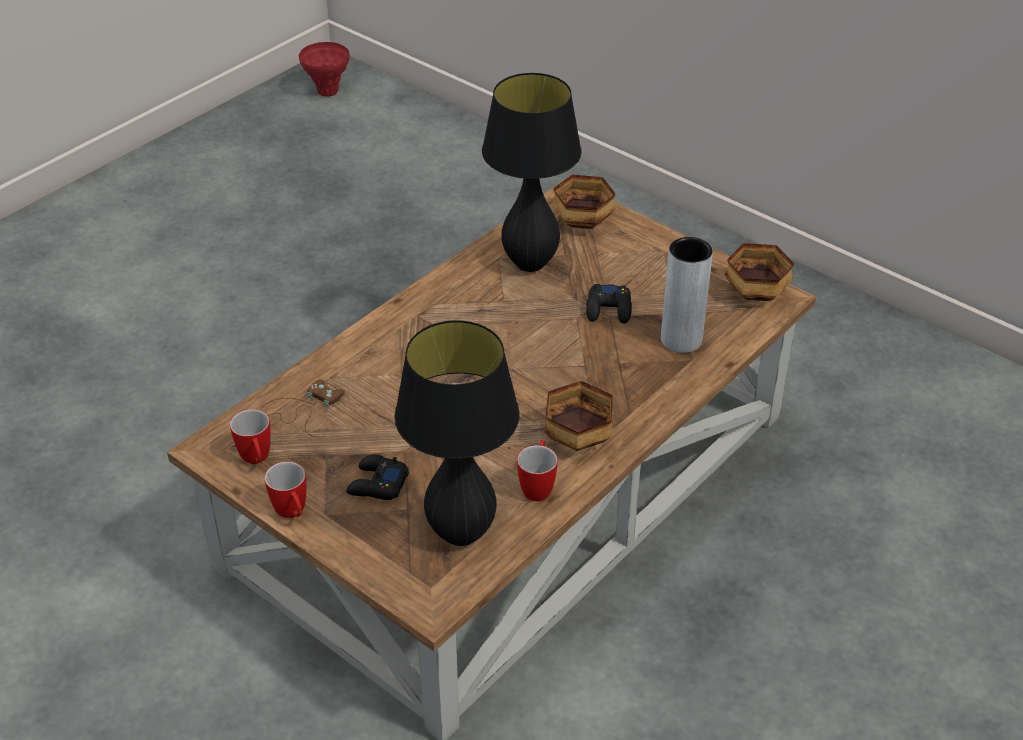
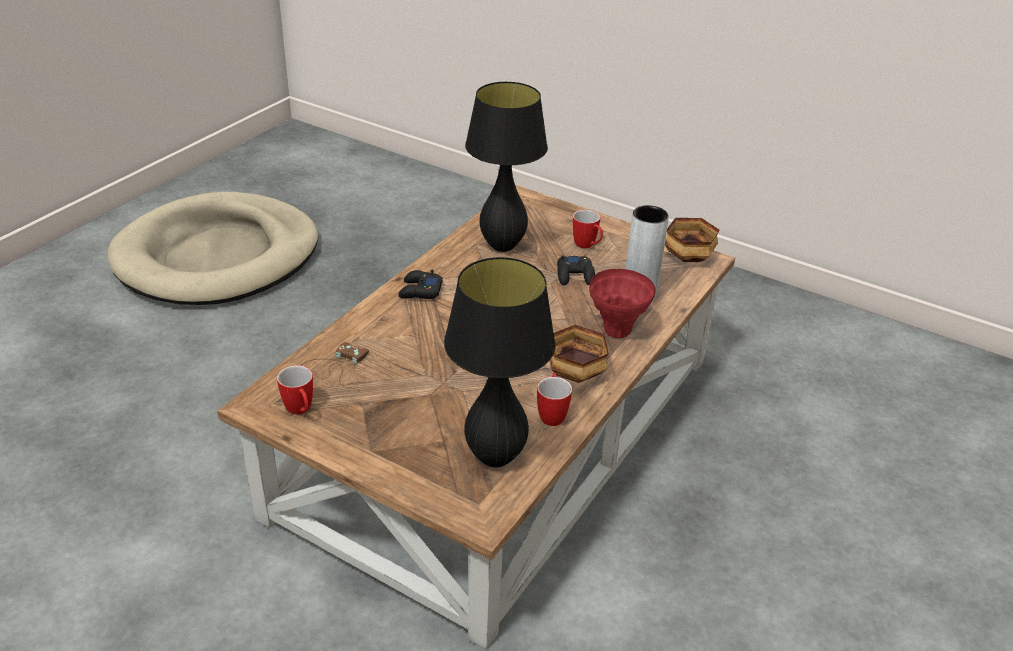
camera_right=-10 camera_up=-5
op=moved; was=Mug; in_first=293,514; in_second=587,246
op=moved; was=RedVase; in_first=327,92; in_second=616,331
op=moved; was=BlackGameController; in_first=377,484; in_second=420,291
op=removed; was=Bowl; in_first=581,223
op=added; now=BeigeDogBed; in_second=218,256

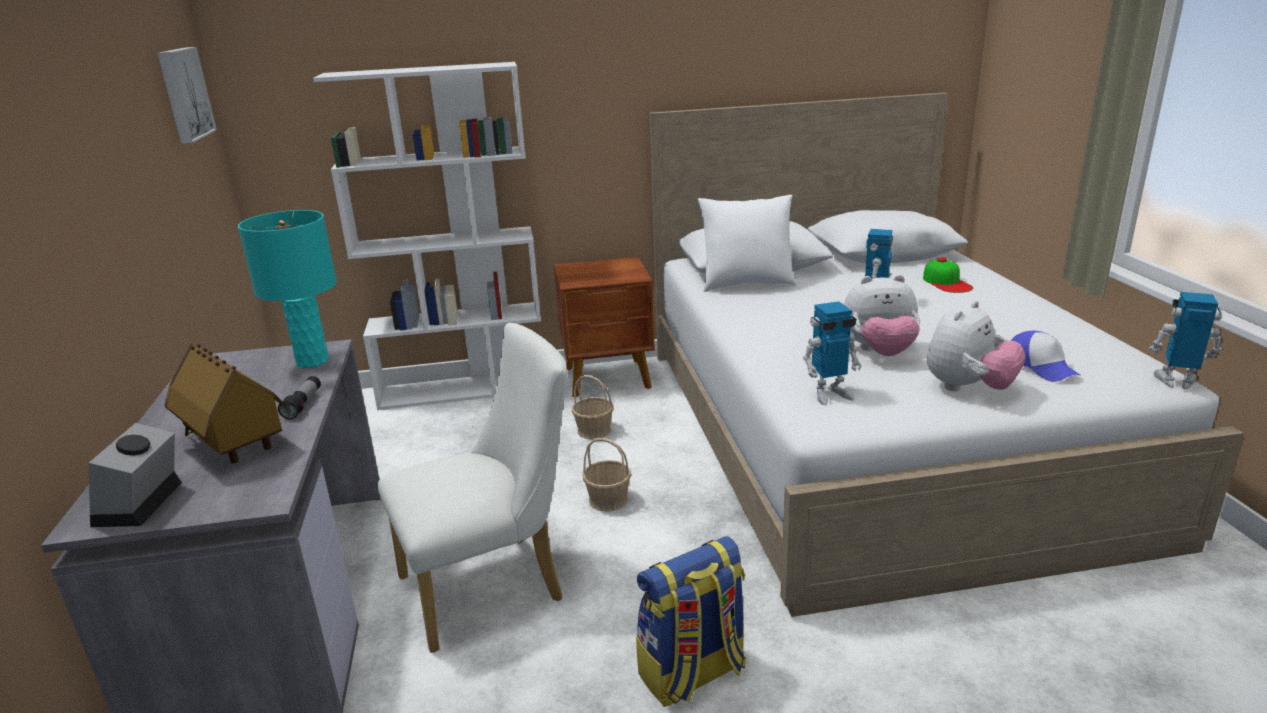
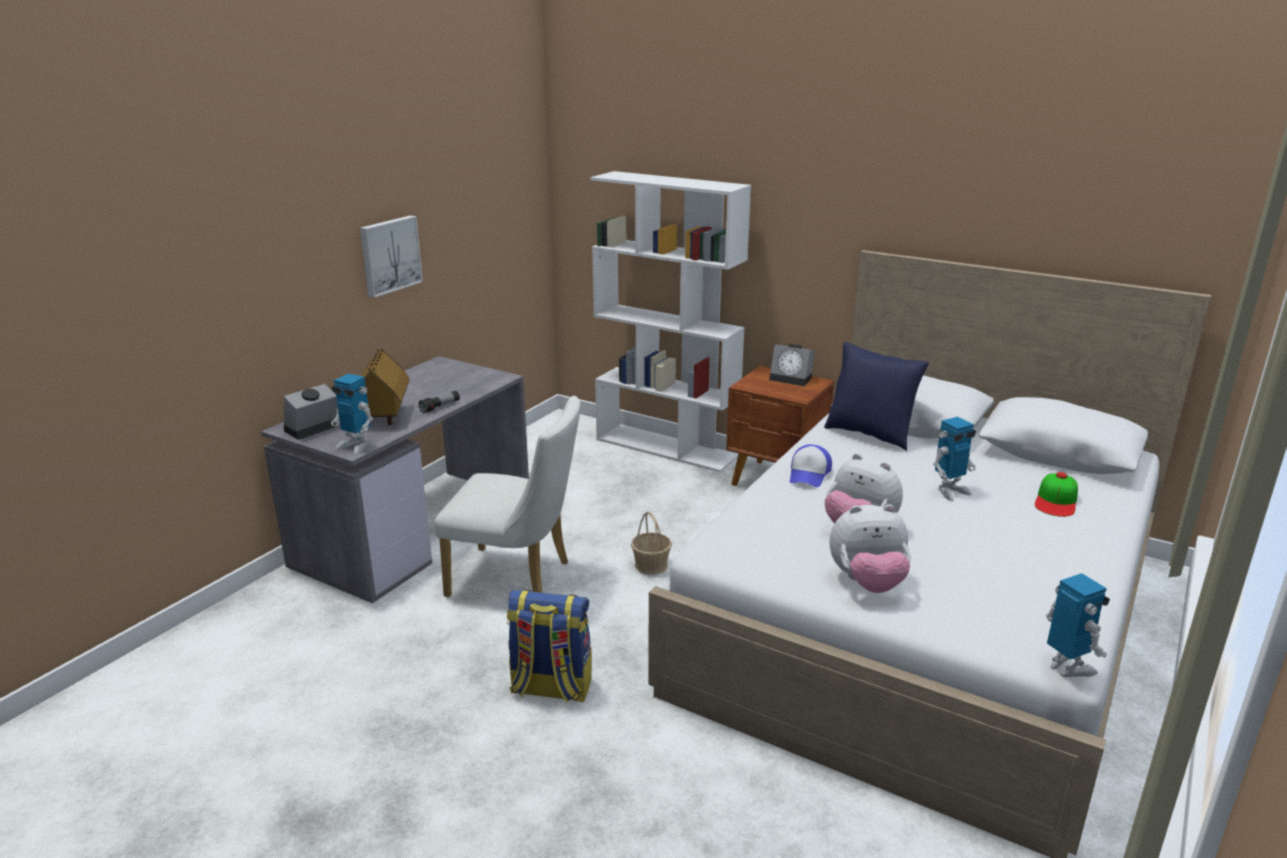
camera_right=40 camera_up=0
op=moved; was=Picture; in_first=183,94; in_second=389,255
op=removed; was=TurquoiseTableLamp; in_first=312,361
op=removed; was=Basket; in_first=594,431
op=recoloured; was=WhitePillow; now=BluePillow; in_first=746,284; in_second=870,434
op=moved; was=ToyRobot; in_first=830,394; in_second=355,446
op=moved; was=Cap; in_first=1040,366; in_second=809,474
op=added; now=AlarmClock; in_second=792,378

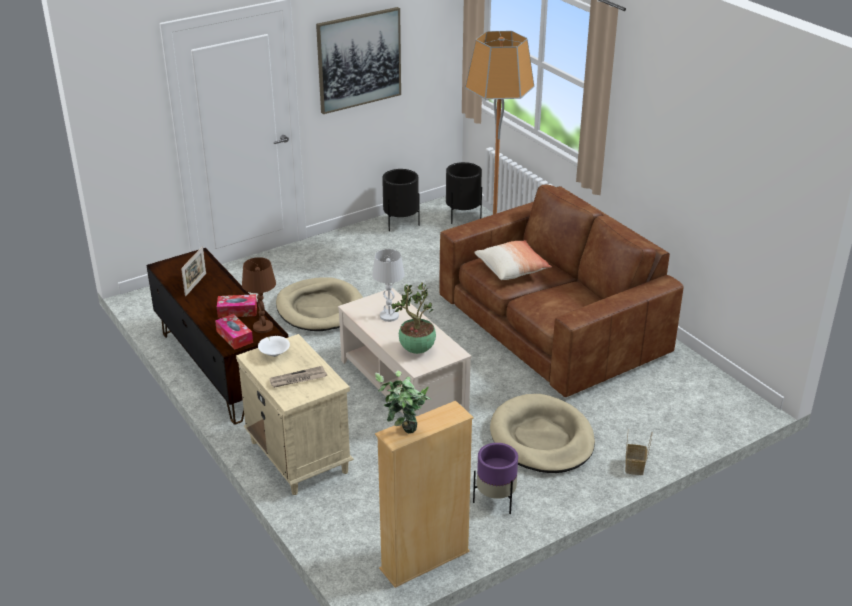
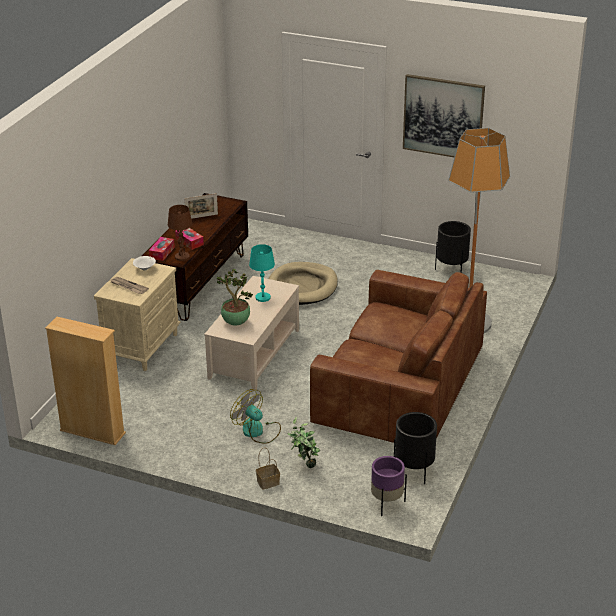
camera_right=55 camera_up=0
op=recoloured; was=WhiteTableLamp; now=TurquoiseTableLamp; in_first=389,316; in_second=263,297
op=moved; was=PottedPlant; in_first=403,435; in_second=304,465
op=moved; was=BlackPlanter; in_first=463,217; in_second=414,471
op=moved; was=PurplePlanter; in_first=495,500; in_second=386,503
op=removed; was=Pillow; in_first=512,269
op=replaced; was=BeigeDogBed; now=Fan; in_first=542,438; in_second=257,431

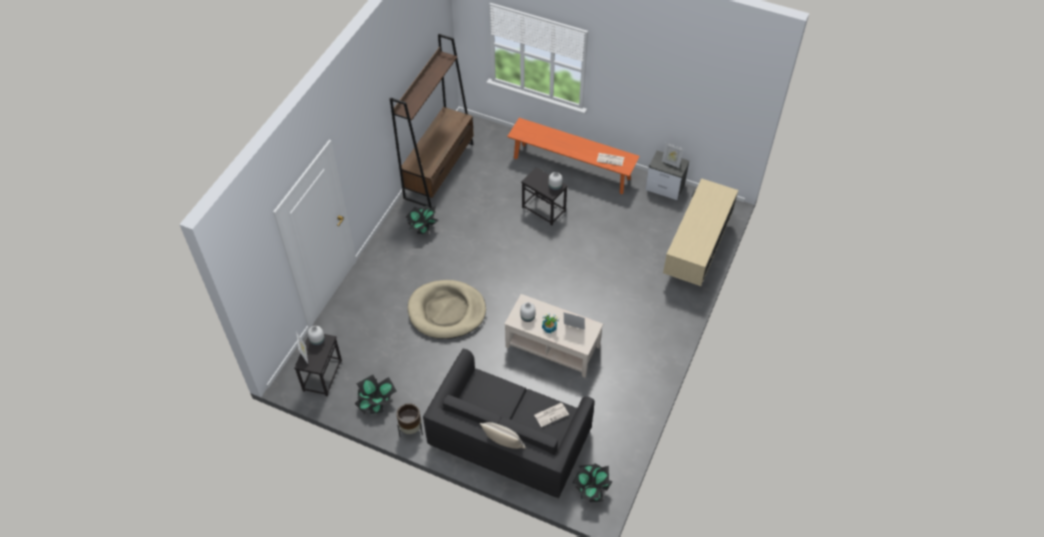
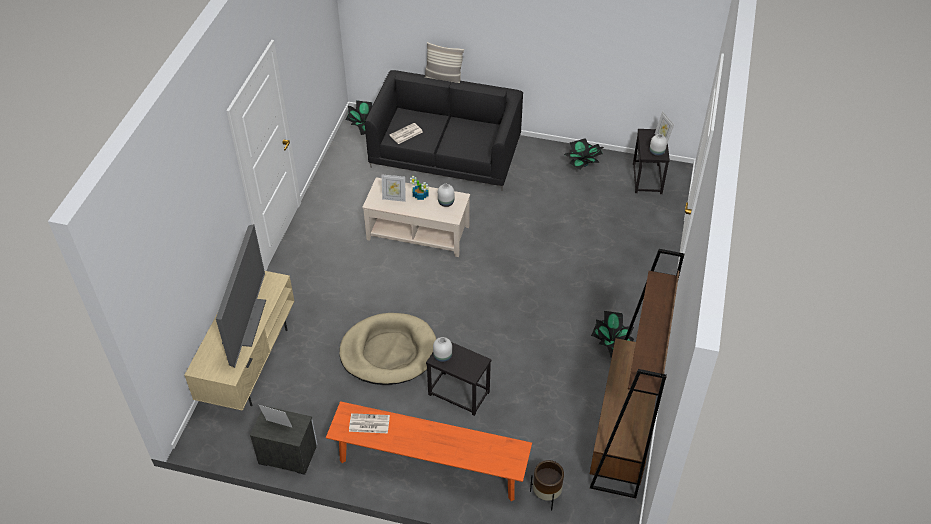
camera_right=170 camera_up=-5
op=moved; was=BrownPlanter; in_first=410,430; in_second=546,495
op=moved; was=BeigeDogBed; in_first=447,311; in_second=388,352
op=added; now=Television; in_second=245,321

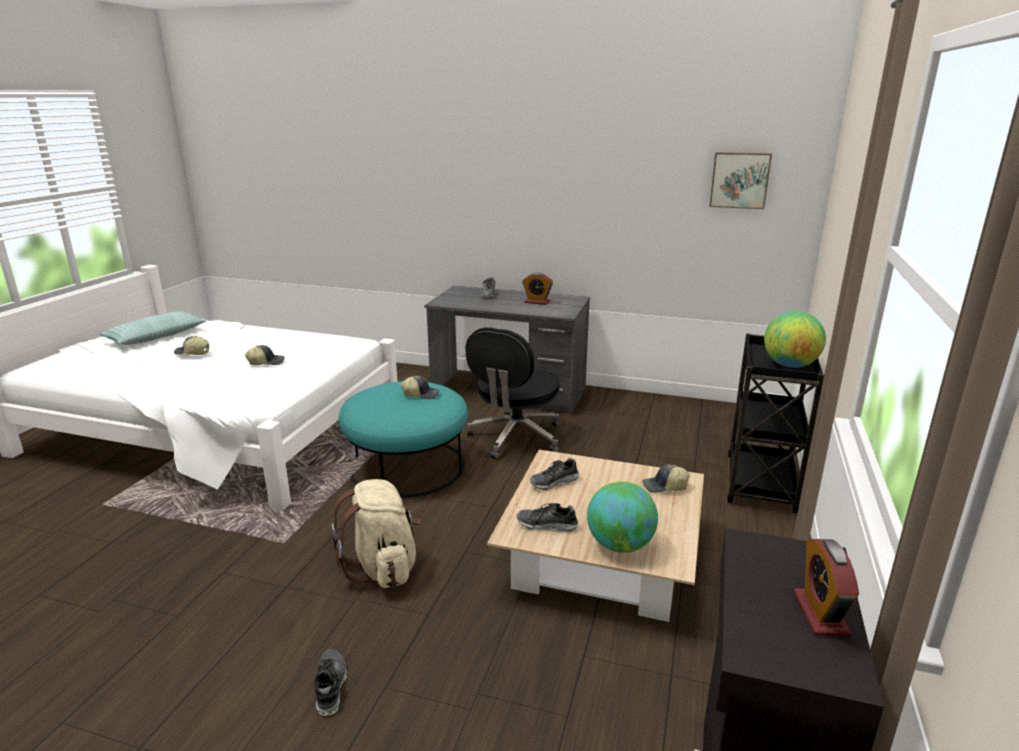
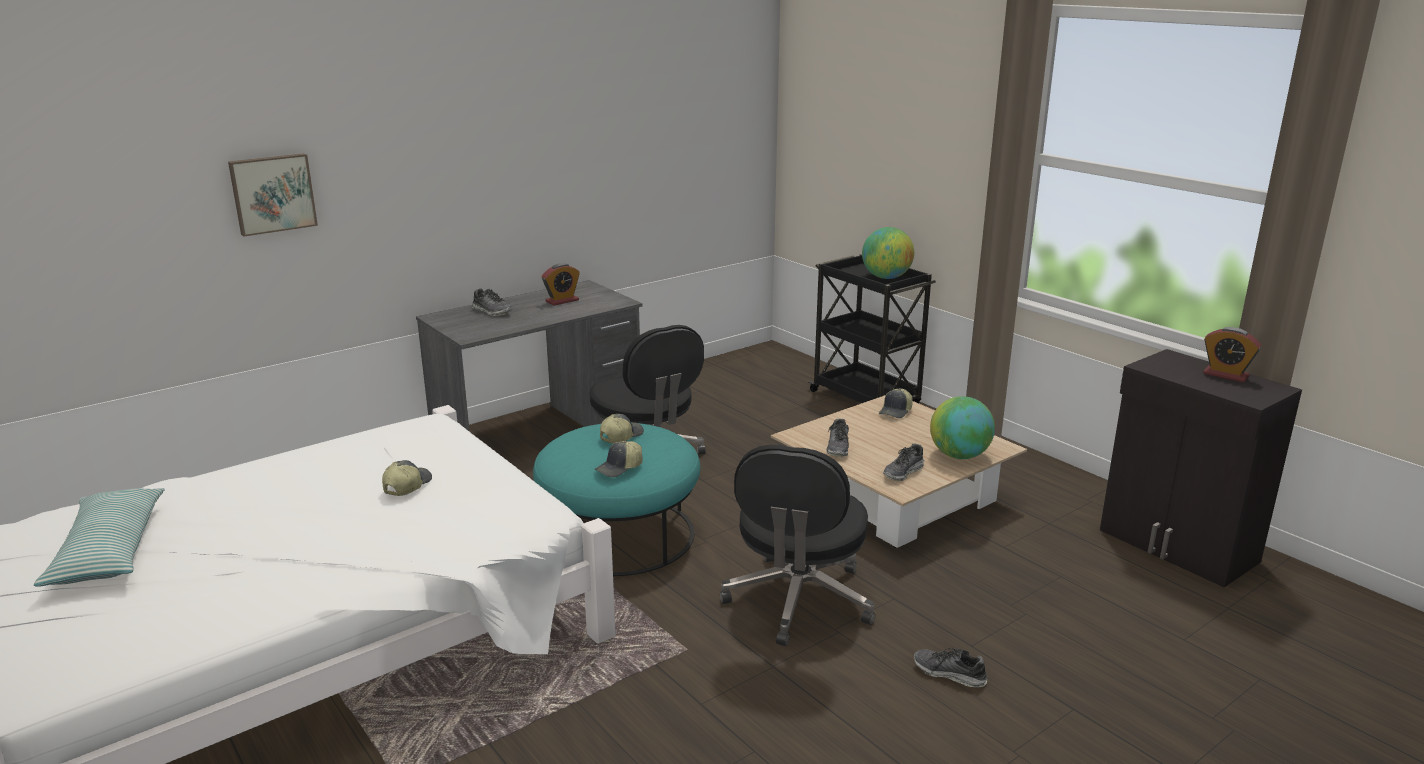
camera_right=-55 camera_up=0
op=moved; was=Cap; in_first=192,353; in_second=619,468
op=replaced; was=BeigeBackpack; now=BlackOfficeChair; in_first=383,567; in_second=798,601
op=moved; was=Picture; in_first=739,180; in_second=272,193

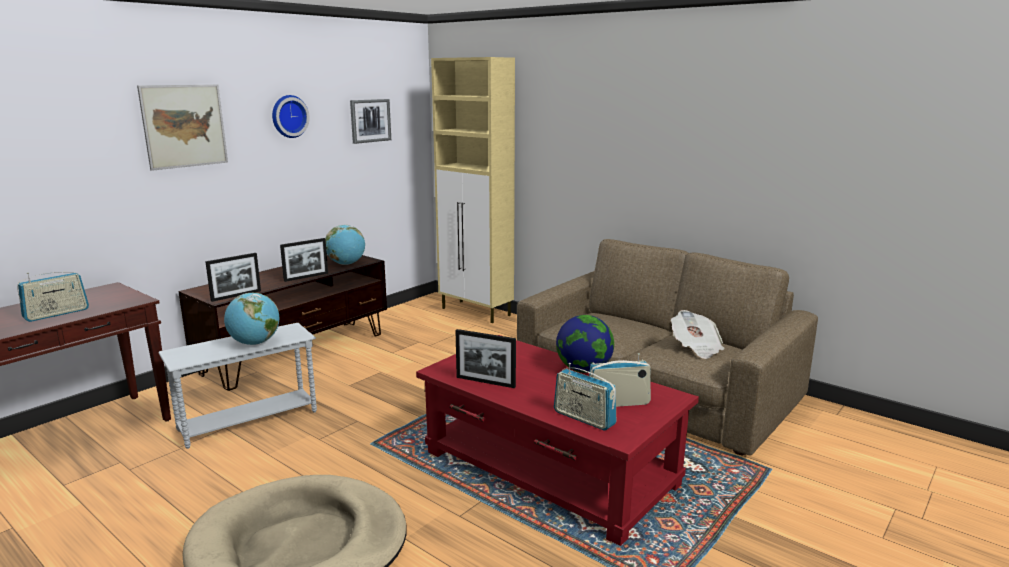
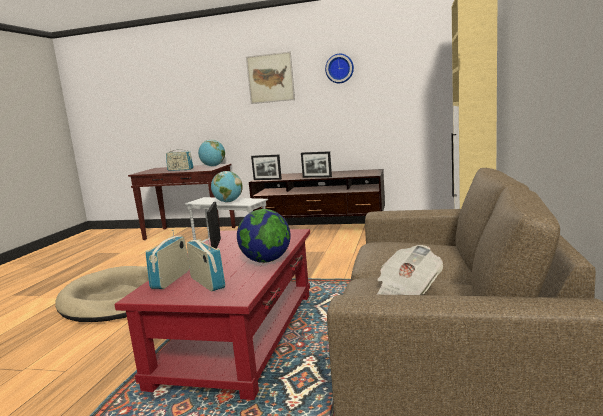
camera_right=65 camera_up=-5
op=moved; was=Globe; in_first=346,264; in_second=213,166
op=removed; was=Picture; in_first=370,120

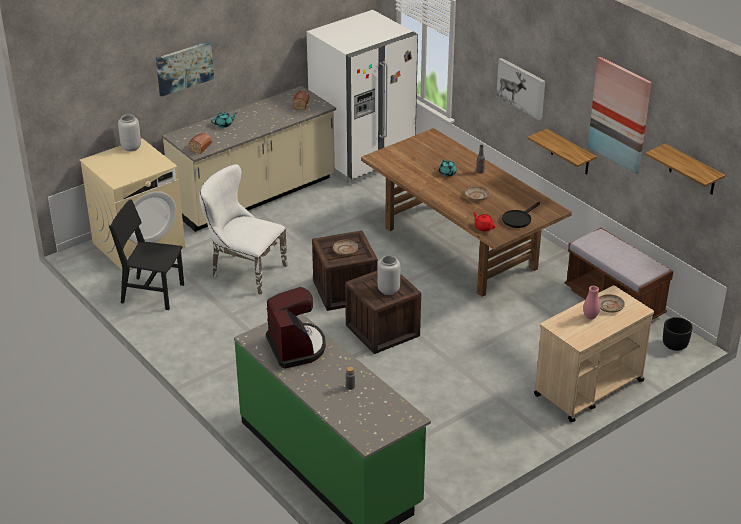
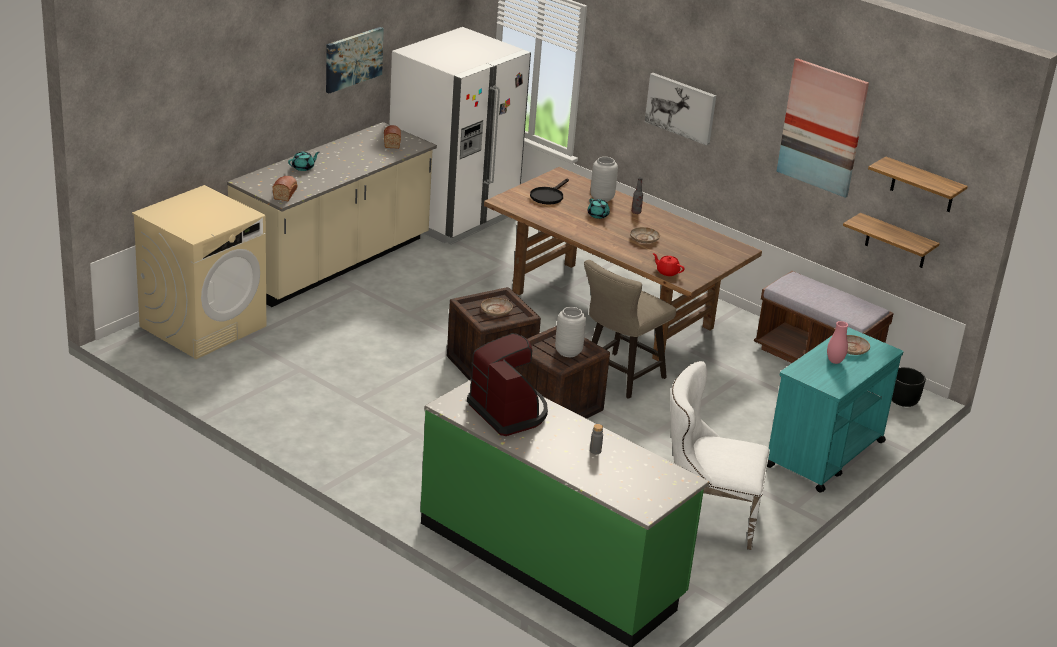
camera_right=-15 camera_up=-5
op=removed; was=BlackChair; in_first=152,293
op=moved; was=GreyVase; in_first=131,148; in_second=601,198
op=moved; was=Picture; in_first=184,68; in_second=353,59
op=moved; was=WhiteChair; in_first=244,271; in_second=705,516
op=moved; was=BlackFryingPan; in_first=519,219; in_second=548,196
op=moved; was=Shelf; in_first=570,153; in_second=896,241
op=recoloured; was=BeigeCart; now=TurquoiseCart; in_first=588,388; in_second=824,454
op=added; now=BeigeStool; in_second=619,378

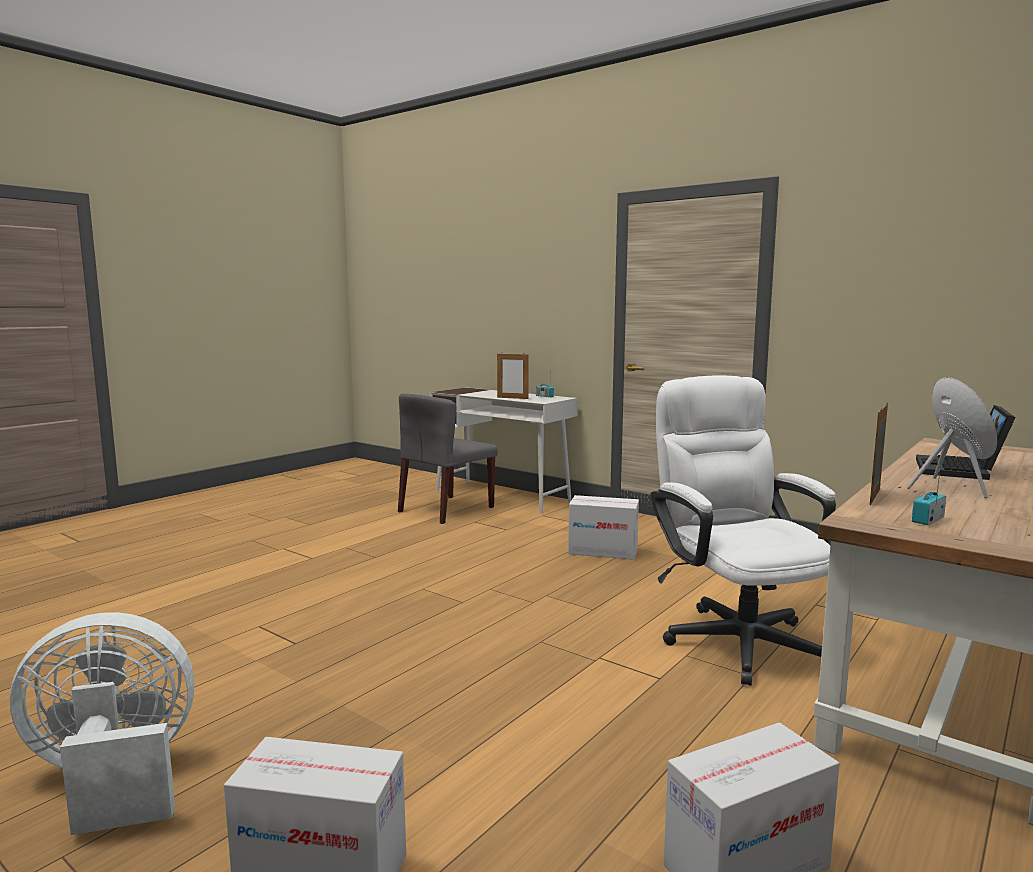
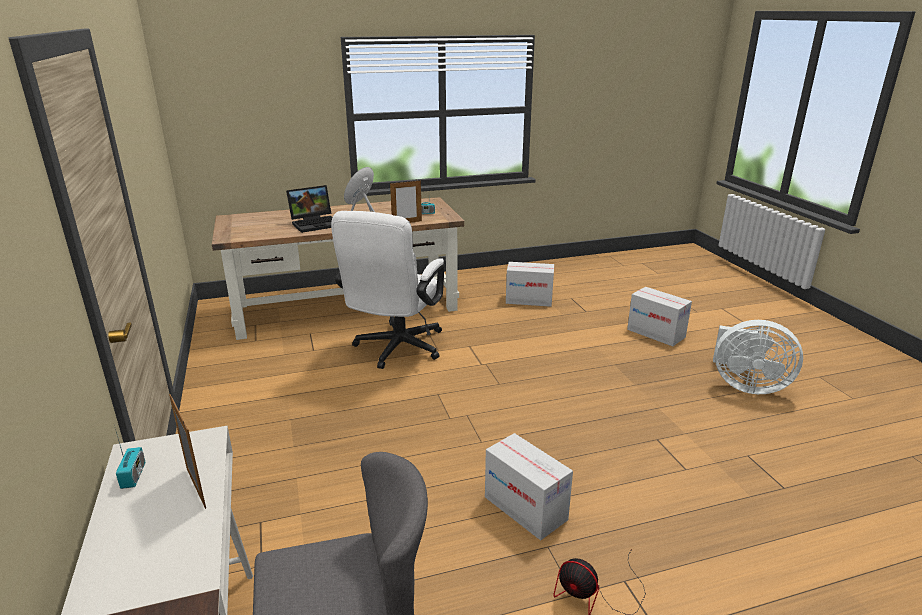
camera_right=-145 camera_up=15
op=moved; was=CardboardBox; in_first=603,551; in_second=525,508
op=added; now=Fan; in_second=595,594

